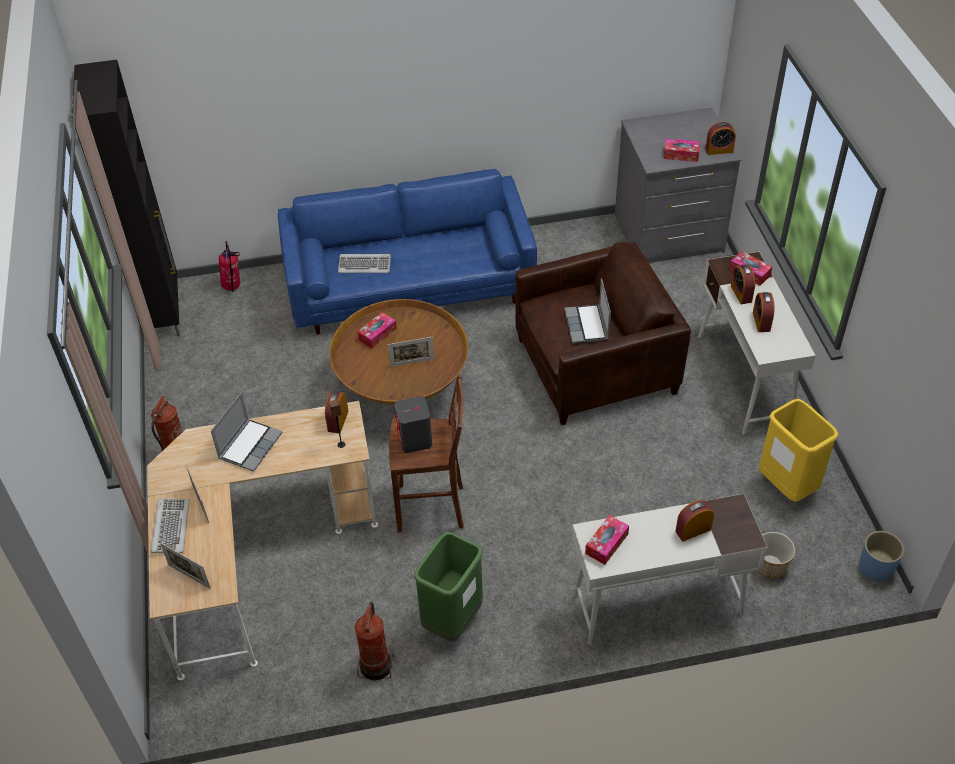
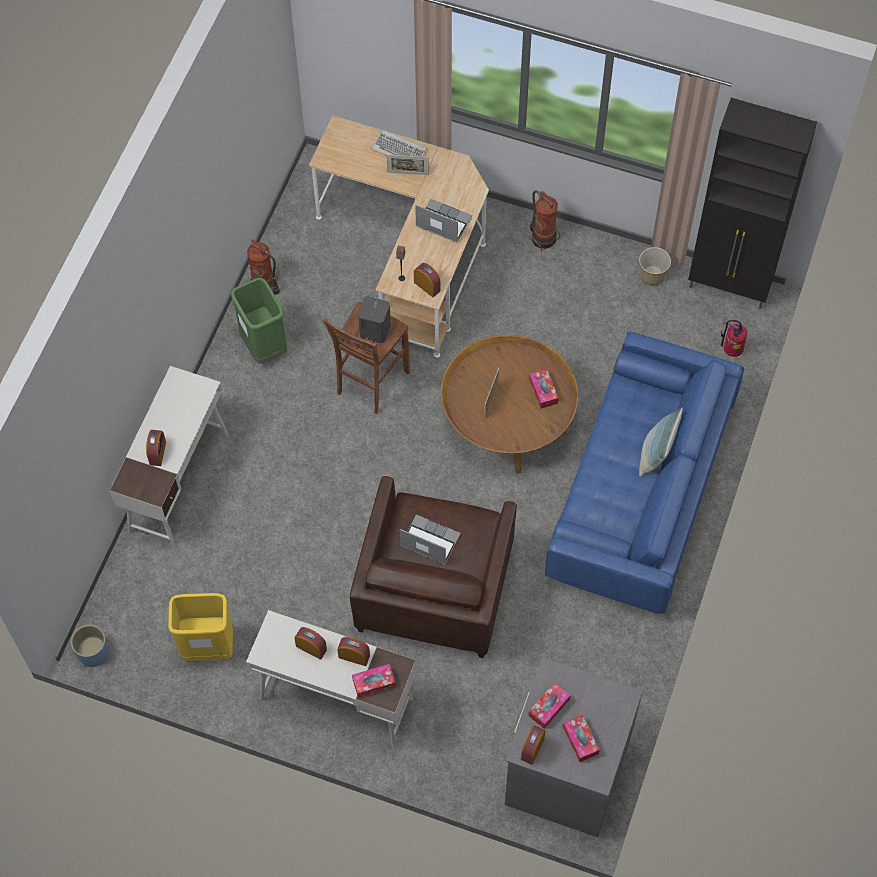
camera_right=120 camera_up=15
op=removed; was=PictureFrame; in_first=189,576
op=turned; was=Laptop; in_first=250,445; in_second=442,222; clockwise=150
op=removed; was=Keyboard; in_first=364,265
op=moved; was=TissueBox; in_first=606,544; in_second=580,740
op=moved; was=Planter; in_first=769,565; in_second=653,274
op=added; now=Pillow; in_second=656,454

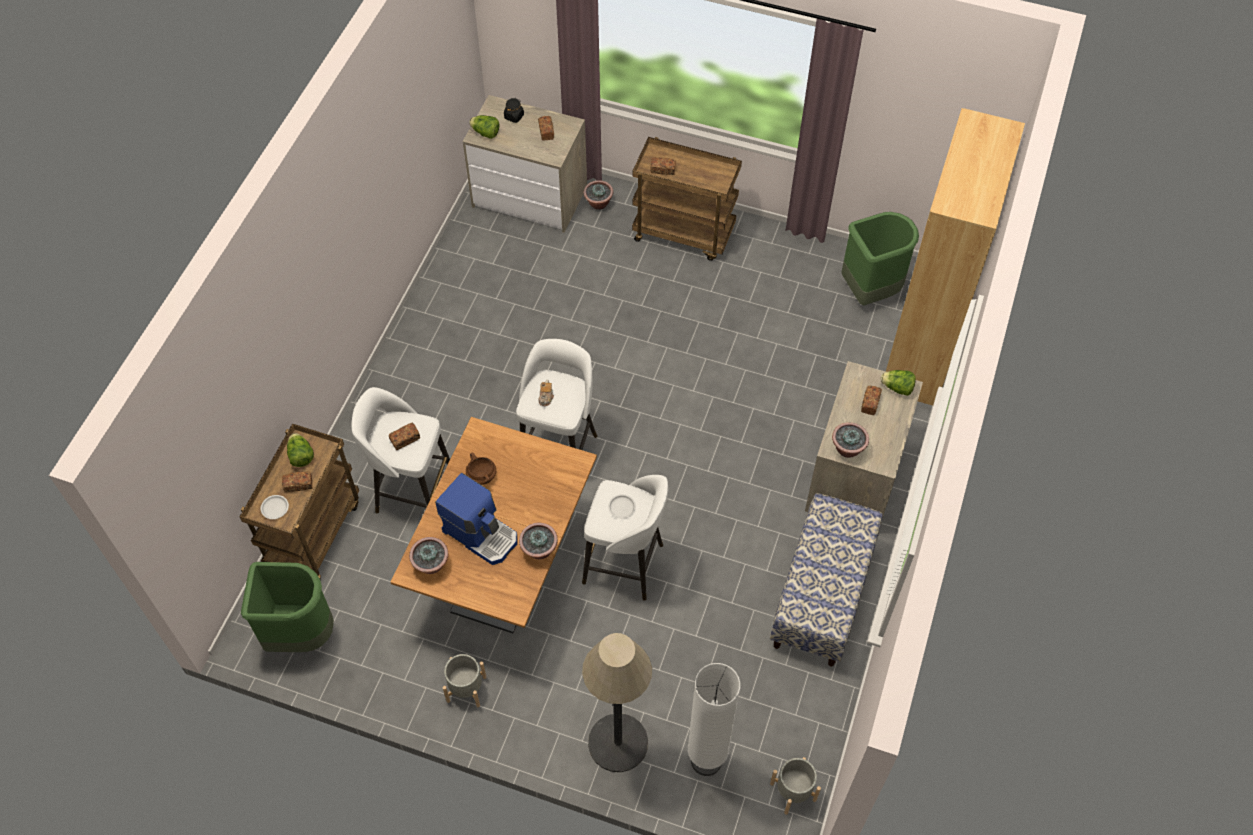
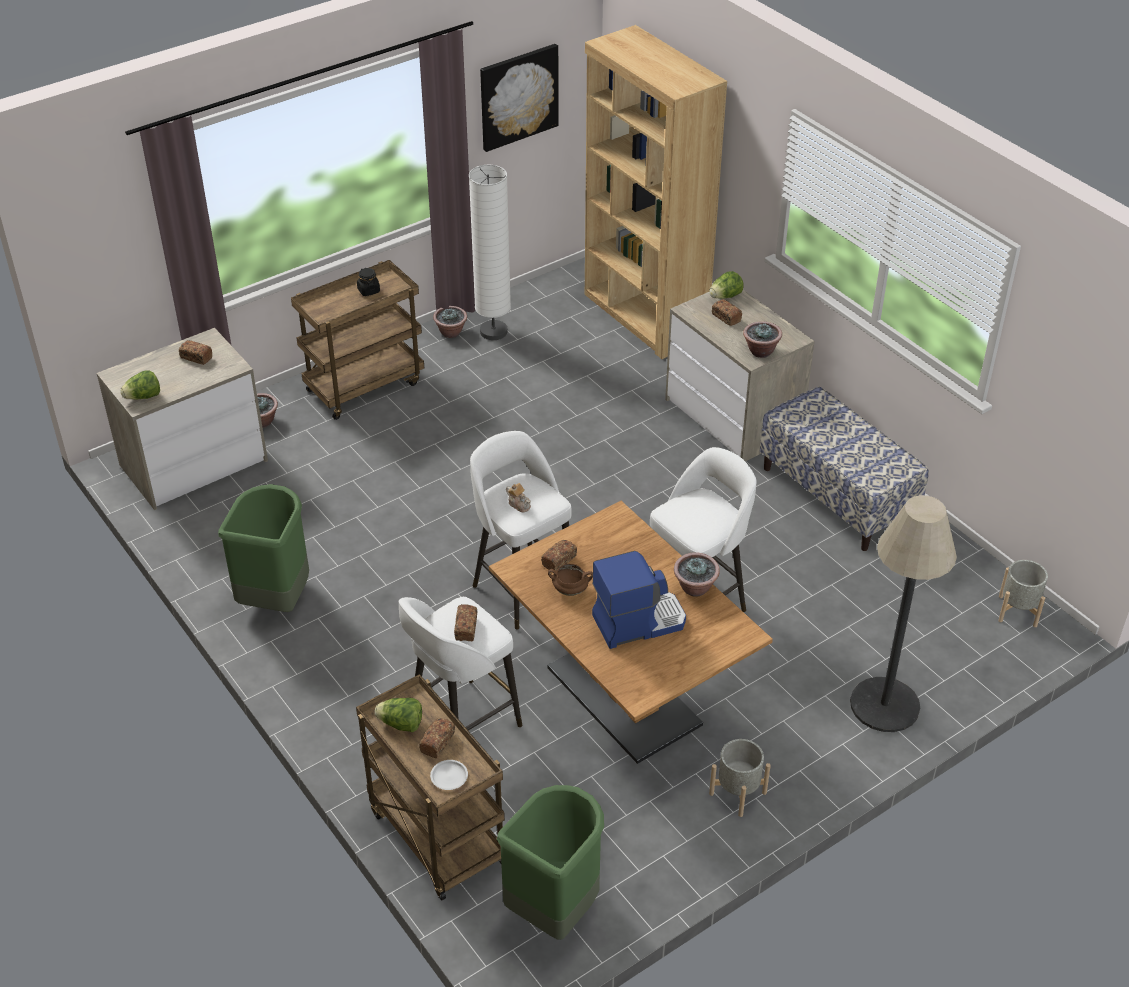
camera_right=-55 camera_up=-15
op=moved; was=PottedPlant; in_first=431,565; in_second=451,332
op=moved; was=BlackJar; in_first=514,116; in_second=368,290
op=removed; was=WhitePlate; in_first=621,507
op=moved; was=Bread; in_first=663,170; in_second=559,561
op=moved; was=WhiteFloorLamp; in_first=706,761; in_second=493,332
op=moved; was=GreenTrashCan; in_first=870,290; in_second=276,598
op=added; now=Picture; in_second=518,96

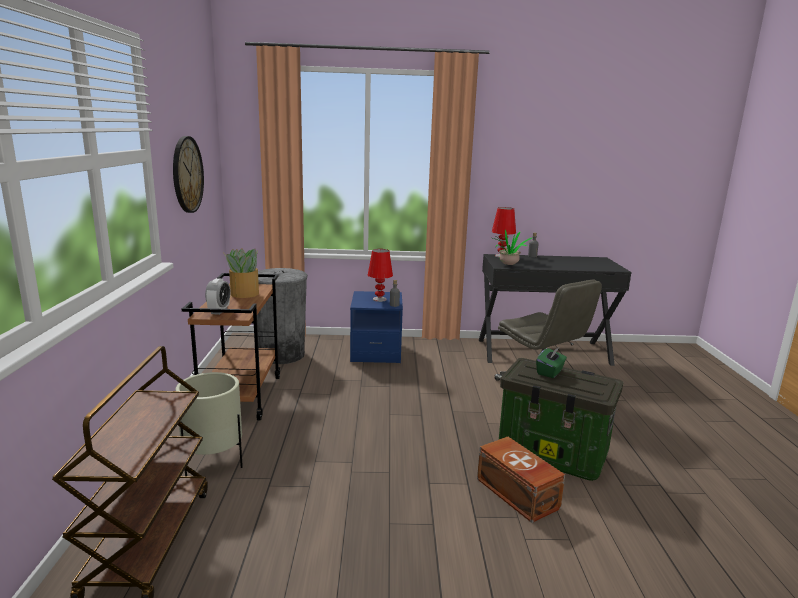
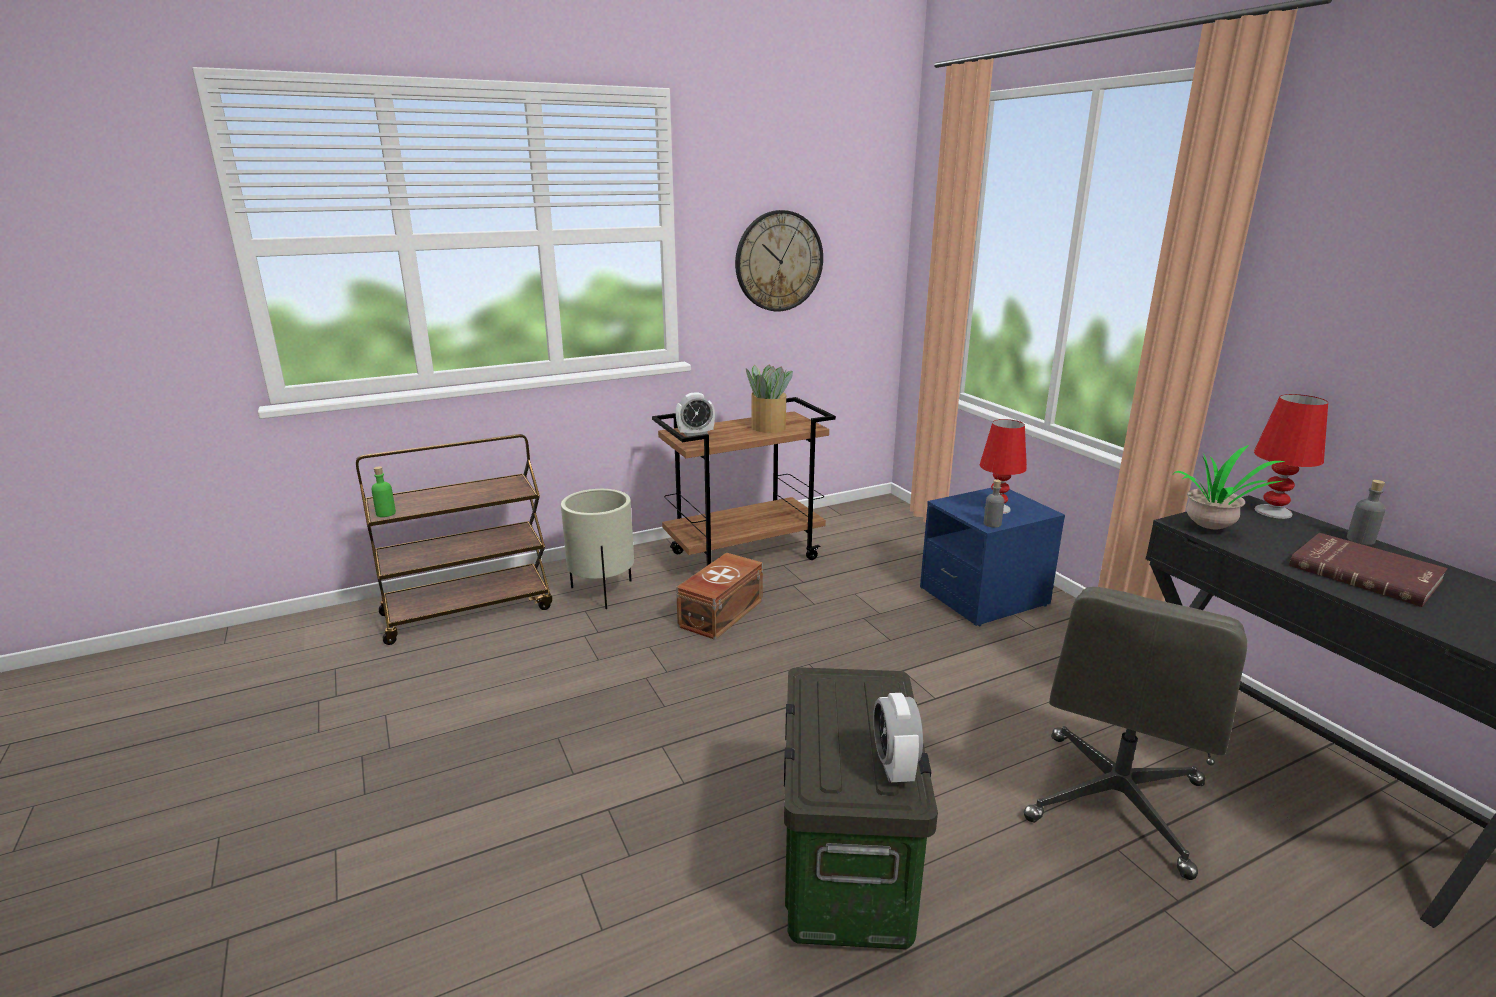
camera_right=65 camera_up=5
op=removed; was=GreyTrashCan; in_first=281,355
op=moved; was=BrownStorageBox; in_first=517,494; in_second=719,613
op=removed; was=GreenTissueBox; in_first=550,372
op=added; now=GreenBottle; in_second=386,513
op=added; now=AlarmClock; in_second=894,766
op=added; now=RedBook; in_second=1365,572

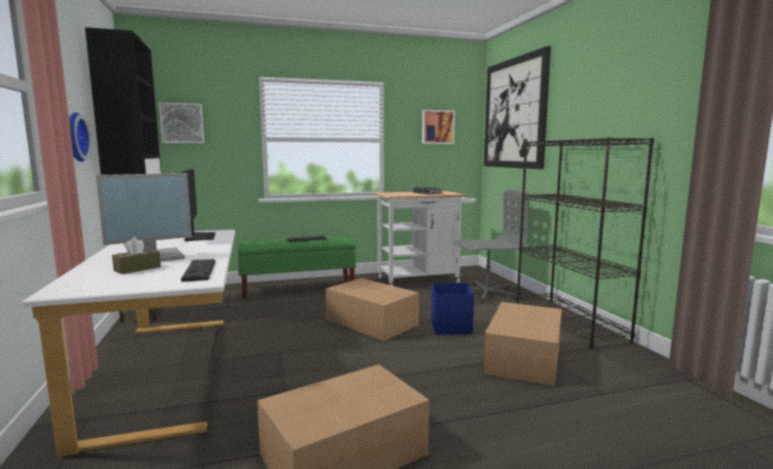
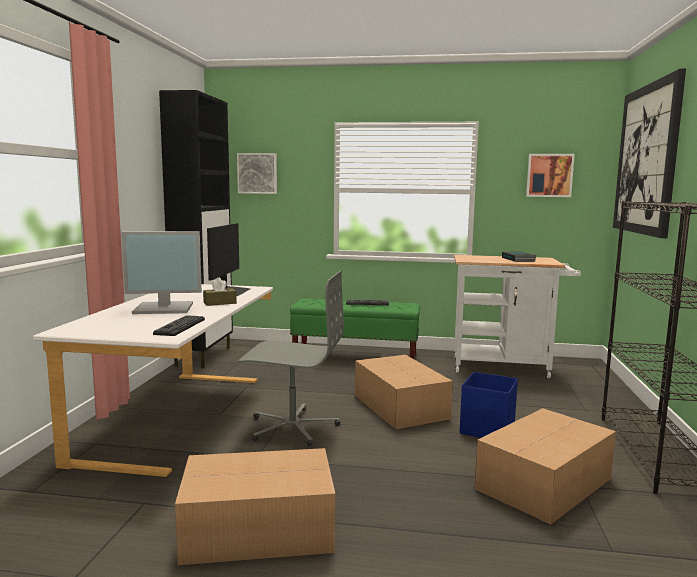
camera_right=25 camera_up=0
op=removed; was=WallClock; in_first=73,137
op=moved; was=BrownTissueBox; in_first=137,269; in_second=220,303
op=moved; was=GreyOfficeChair; in_first=486,293; in_second=292,427

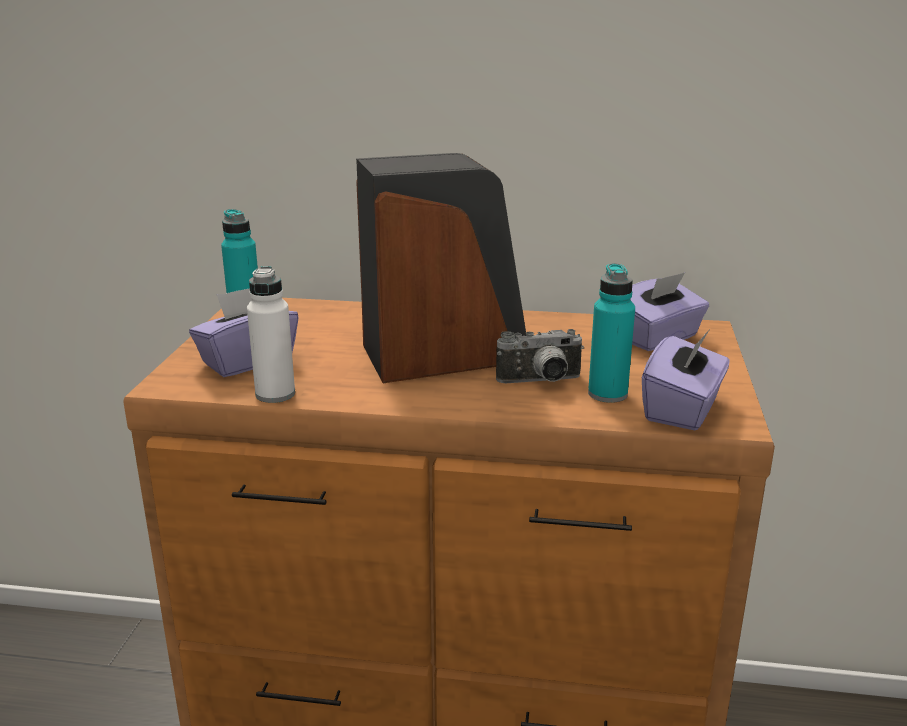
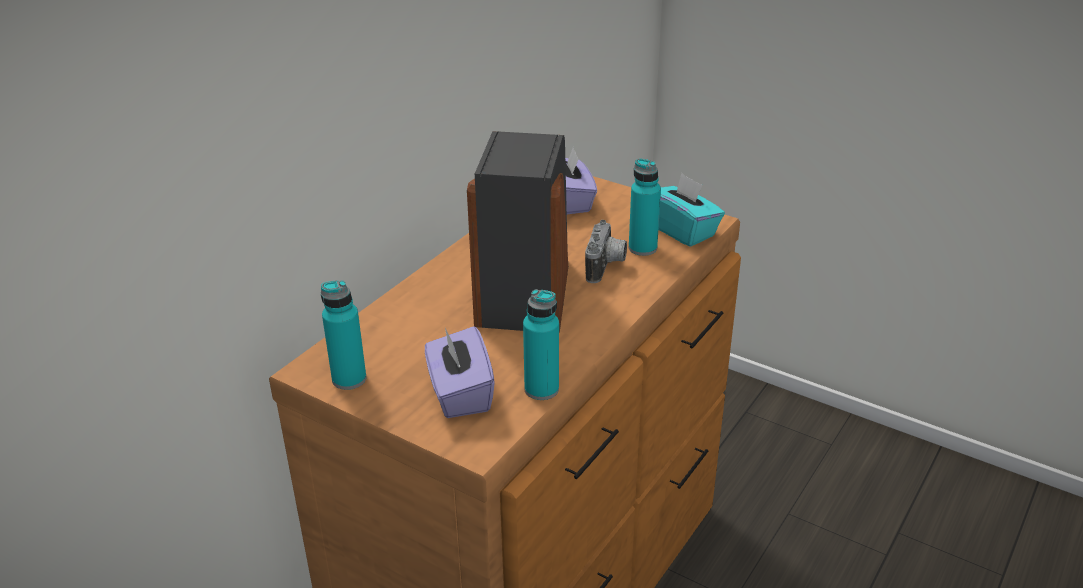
camera_right=-65 camera_up=10
op=recoloured; was=WhiteBottle; now=TurquoiseBottle; in_first=275,394; in_second=541,389
op=recoloured; was=PurpleTissueBox; now=TurquoiseTissueBox; in_first=683,410; in_second=682,230

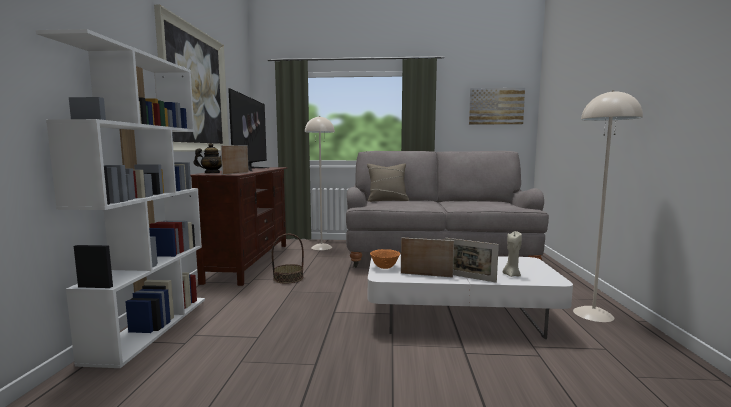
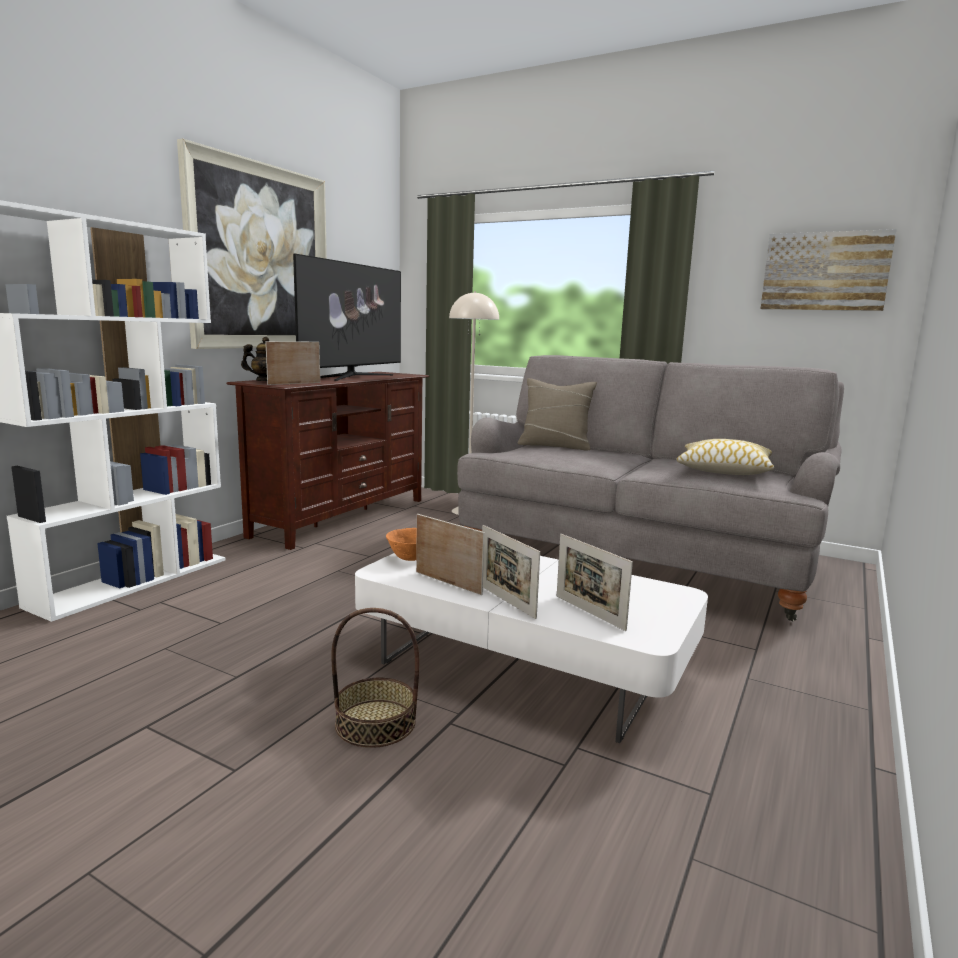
camera_right=25 camera_up=5
op=moved; was=Basket; in_first=288,278; in_second=375,723
op=replaced; was=BeigeCandle; now=PictureFrame; in_first=511,275; in_second=589,612
op=removed; was=BeigeFloorLamp; in_first=593,314
op=added; now=Pillow; in_second=724,470

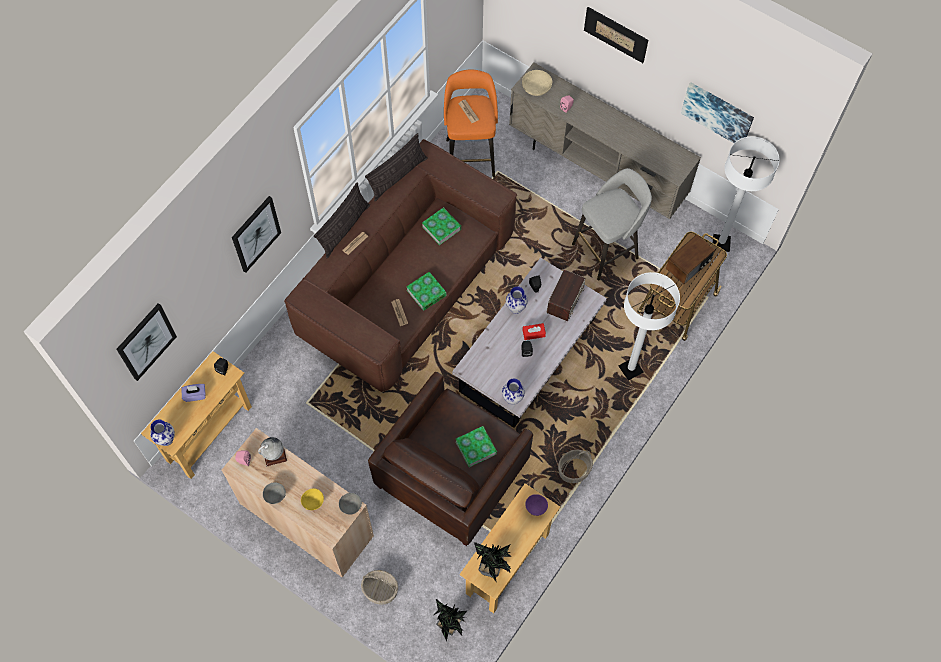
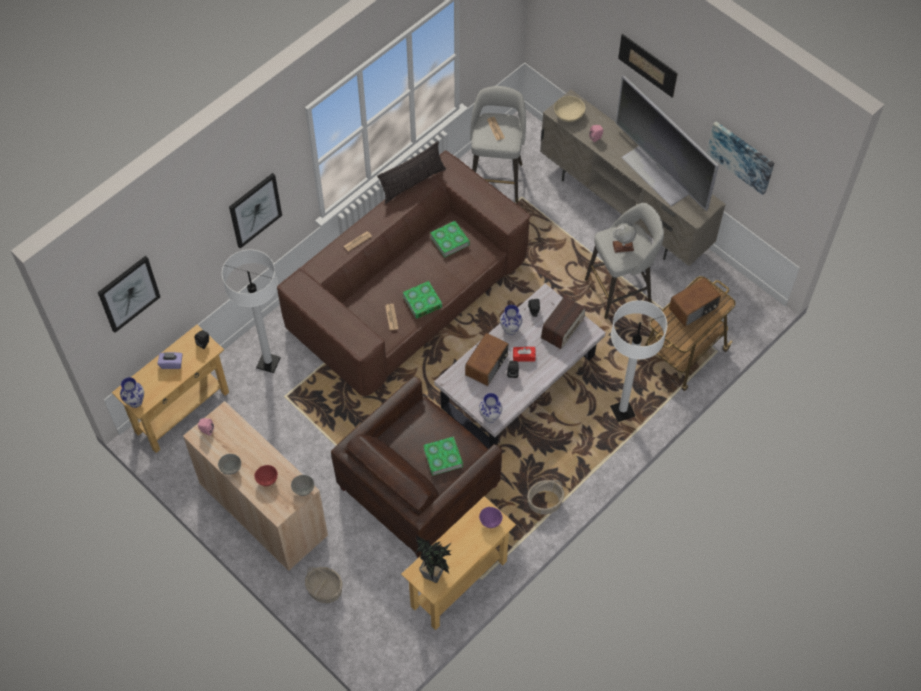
camera_right=10 camera_up=-5
op=moved; was=Globe; in_first=275,457; in_second=623,246
op=recoloured; was=YellowBowl; now=RedBowl; in_first=313,503; in_second=267,480
op=removed; was=Pillow; in_first=344,229
op=removed; was=PottedPlant; in_first=451,629
op=recoloured; was=OrangeStool; now=GreyStool; in_first=470,156; in_second=496,179
op=moved; was=WhiteFloorLamp; in_first=721,243; in_second=268,363
op=added; now=Radio; in_second=487,365
op=added; now=Television; in_second=655,175

